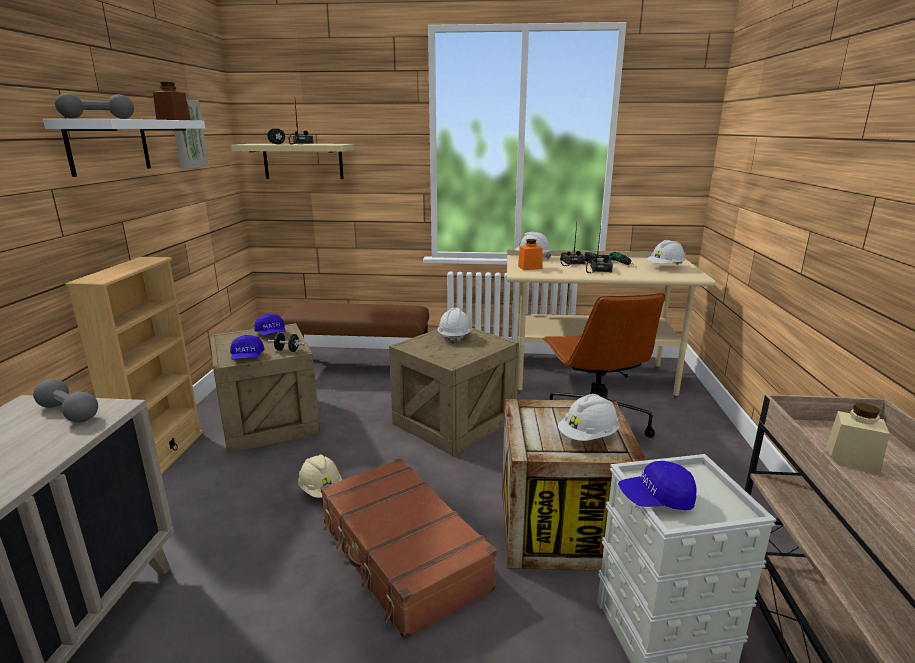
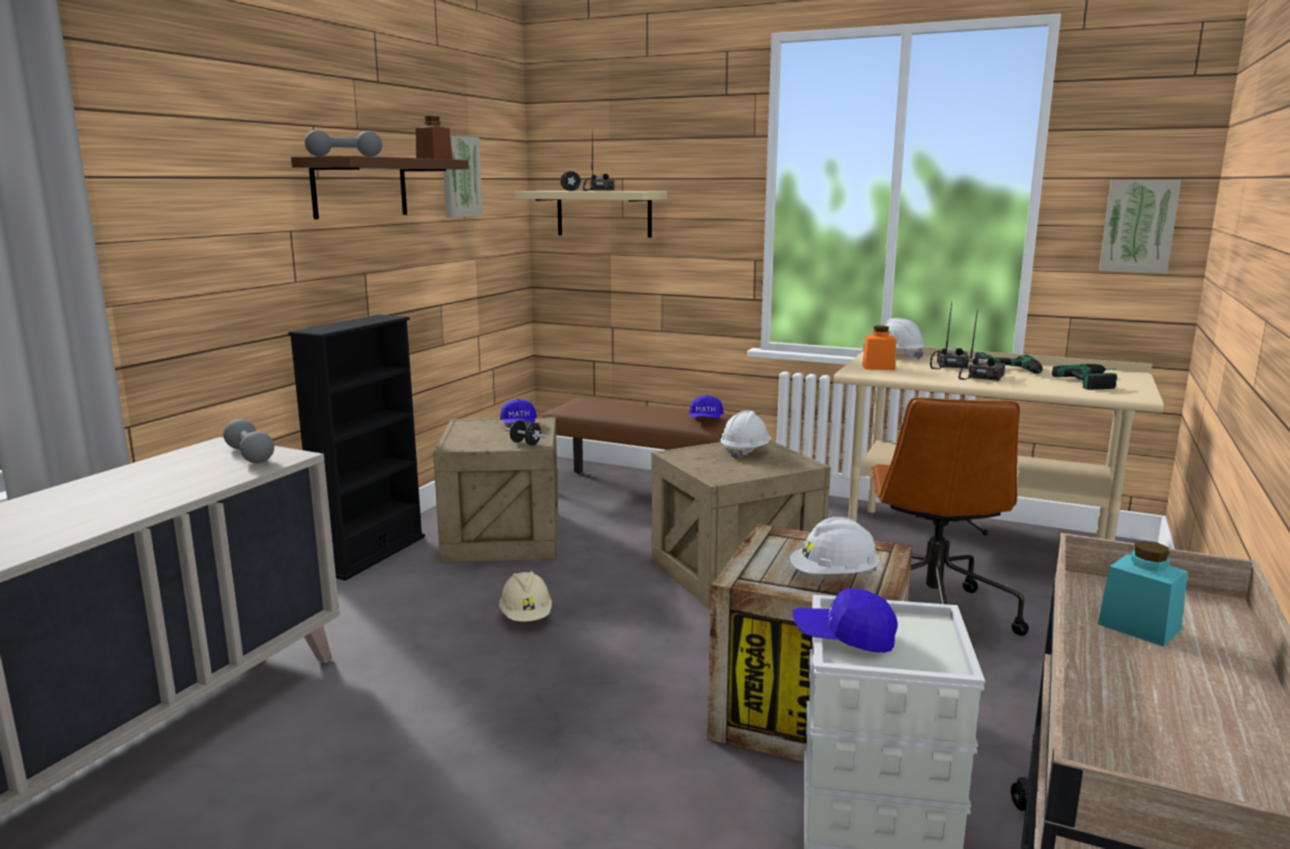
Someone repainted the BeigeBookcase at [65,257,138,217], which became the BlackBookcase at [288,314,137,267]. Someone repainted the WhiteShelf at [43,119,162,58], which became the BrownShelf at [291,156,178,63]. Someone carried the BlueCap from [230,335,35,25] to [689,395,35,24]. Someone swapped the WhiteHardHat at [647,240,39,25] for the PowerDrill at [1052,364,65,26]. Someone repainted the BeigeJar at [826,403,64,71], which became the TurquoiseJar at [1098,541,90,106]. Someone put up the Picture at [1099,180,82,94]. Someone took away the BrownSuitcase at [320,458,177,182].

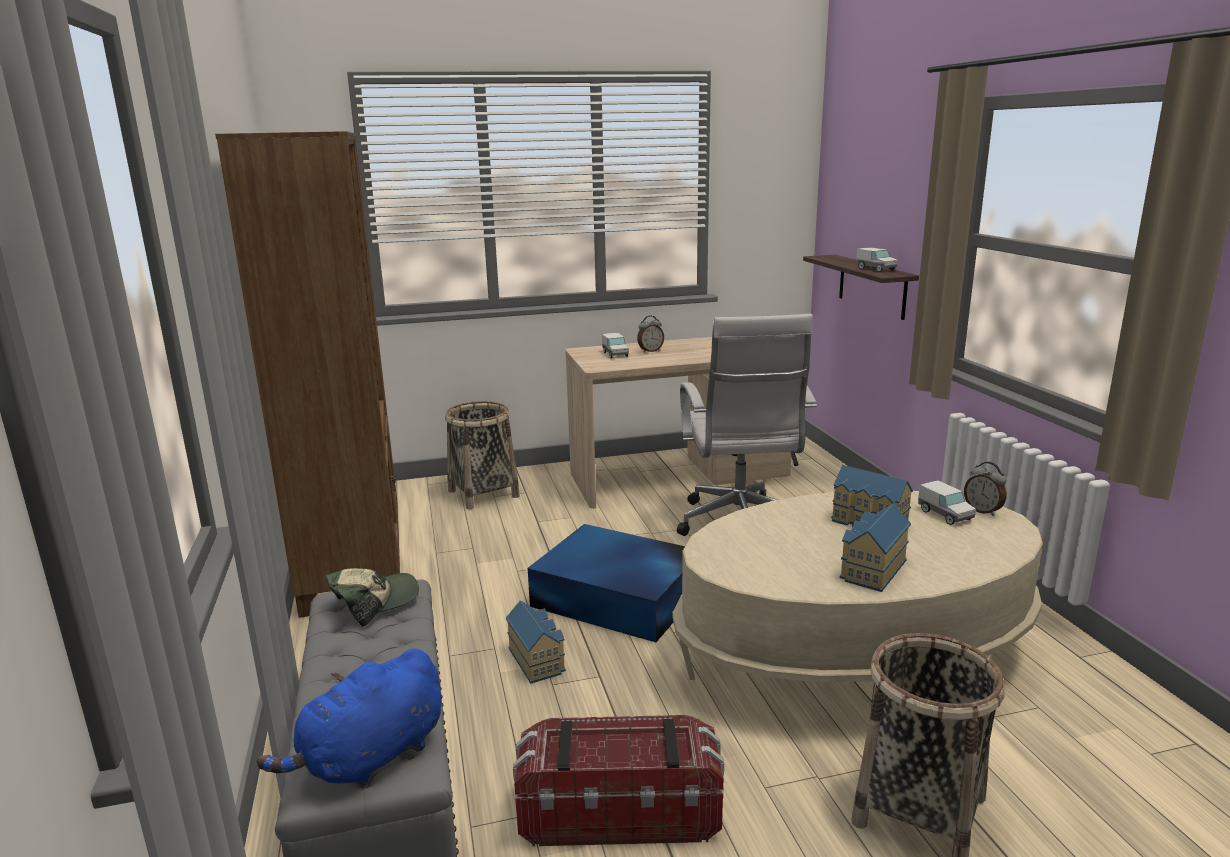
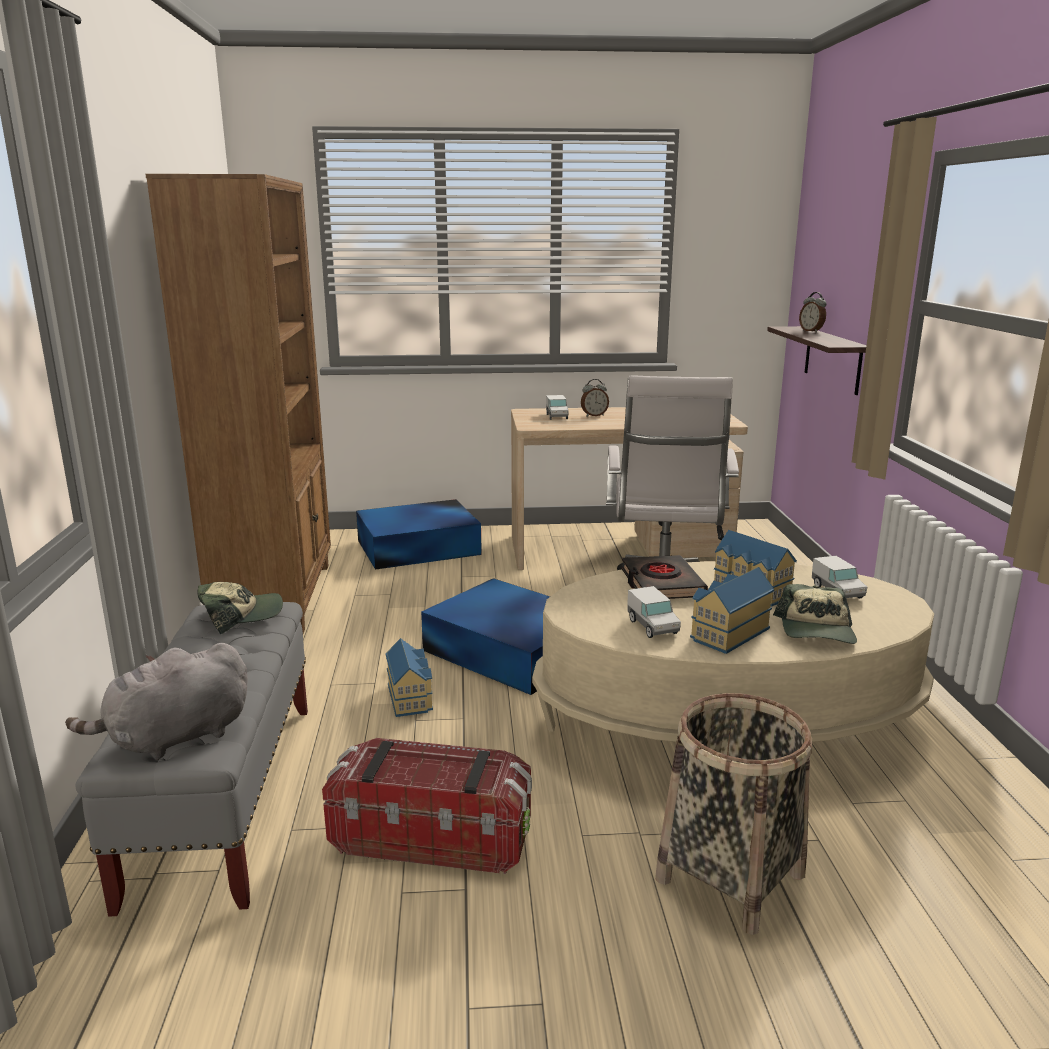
Someone repainted the BluePlushToy at [257,648,185,140], which became the GreyPlushToy at [65,643,183,117]. Someone swapped the Basket at [445,401,75,108] for the BlueStorageBox at [356,499,126,71]. Someone put down the BlackBook at [622,555,86,44]. Someone carried the ToyTruck from [856,247,42,25] to [627,586,54,52]. Someone put down the Cap at [773,584,84,60]. Someone carried the AlarmClock from [964,462,43,54] to [799,292,28,41].

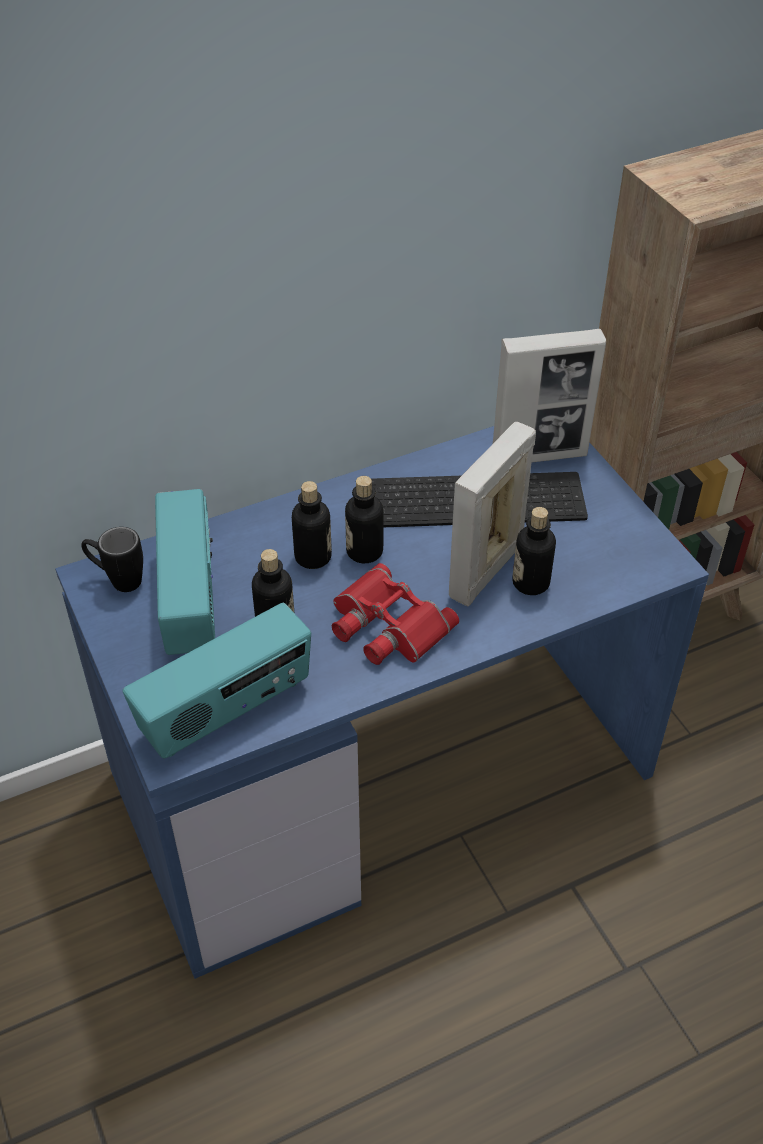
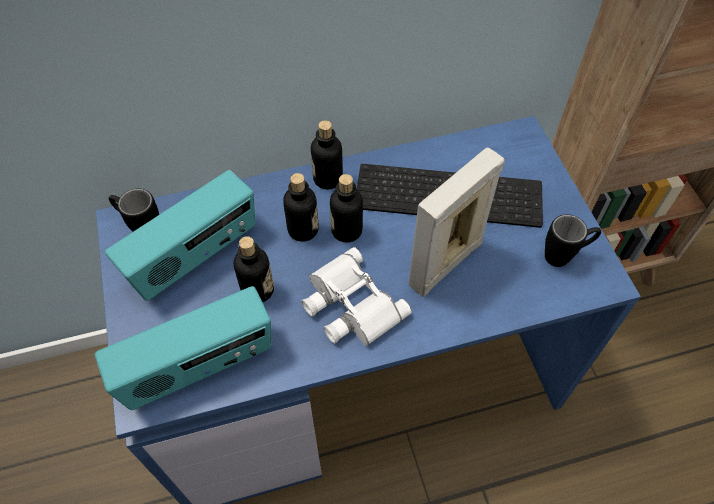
Someone rotated the Radio at [155,489,60,166] by 45 degrees clockwise. Someone repainted the RedBinoculars at [332,563,127,102], which became the WhiteBinoculars at [302,247,110,99]. Someone carried the Bottle from [512,507,44,88] to [311,120,32,69]. Someone put down the BlackMug at [545,214,56,53]. Someone took away the PictureFrame at [493,329,113,133].

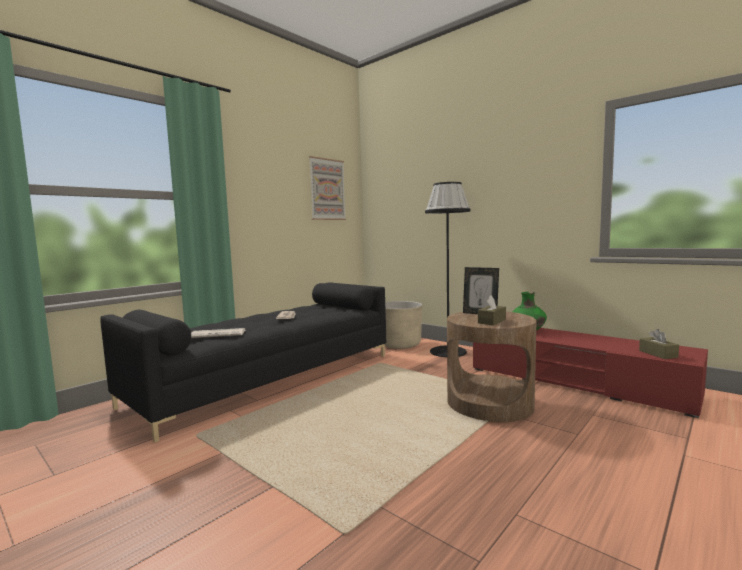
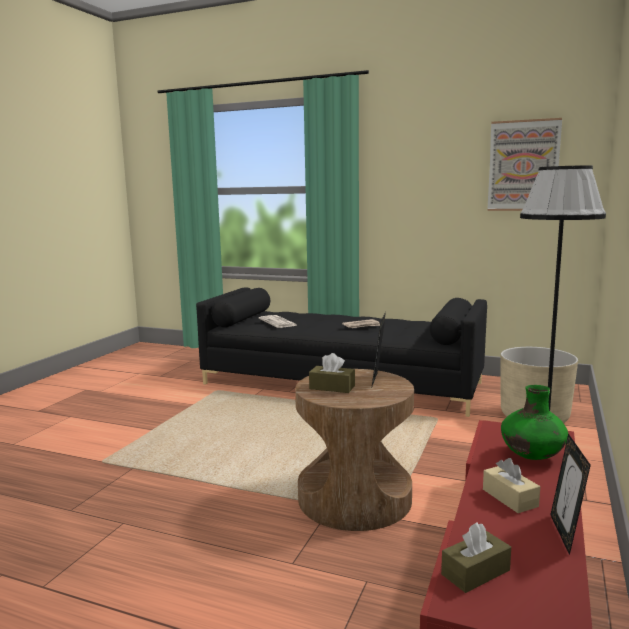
Someone put down the BeigeTissueBox at [483,458,57,55]. Someone put down the PictureFrame at [550,434,41,121].

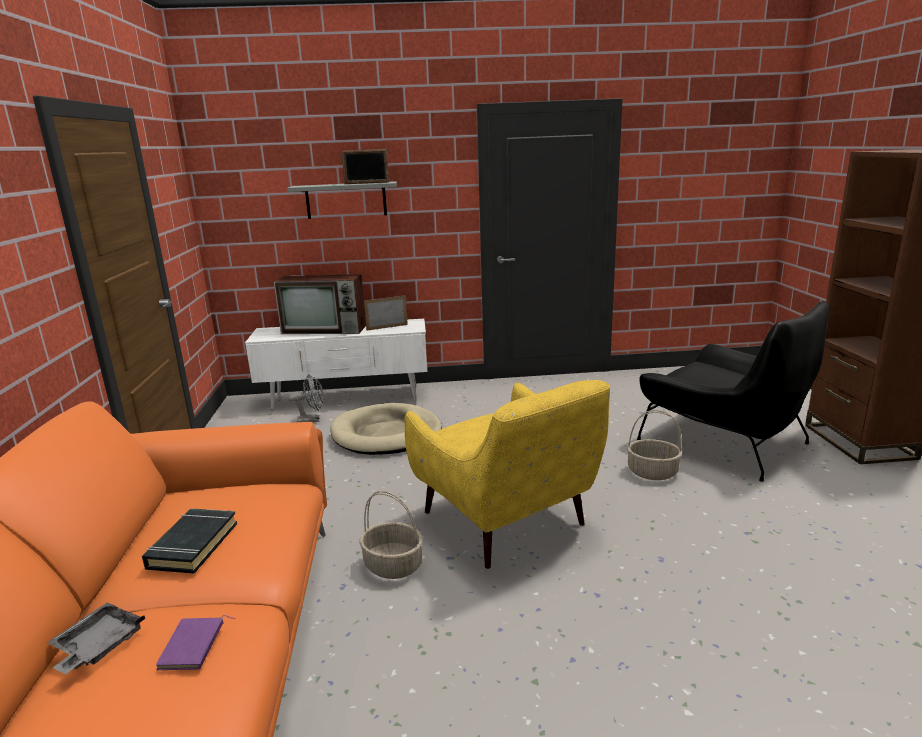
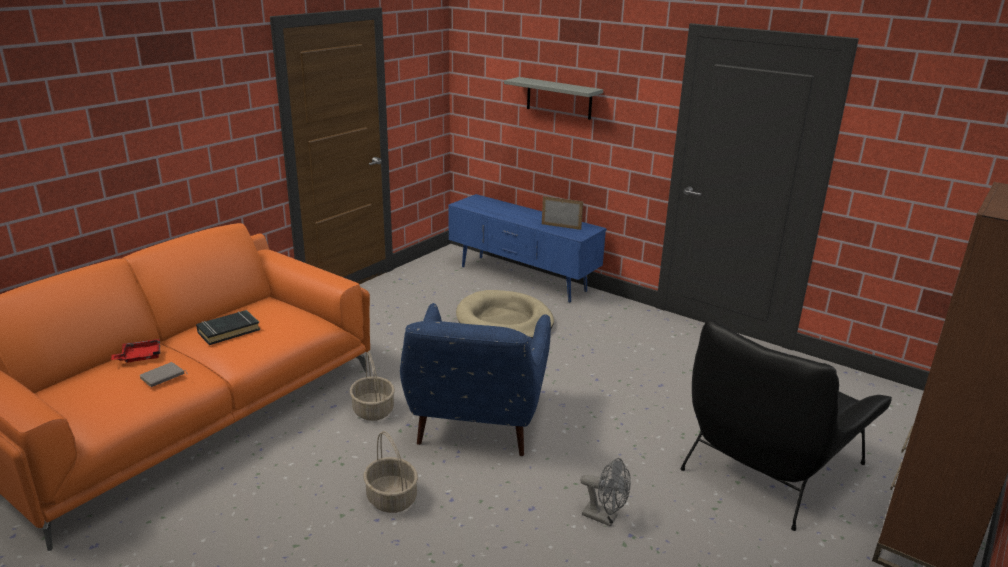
Someone repainted the GreyTray at [47,602,98,72], which became the RedTray at [111,339,49,24]. Someone repainted the PurpleBook at [156,615,79,55], which became the GreyBook at [139,362,48,25]. Someone carried the Basket from [627,410,55,70] to [364,431,54,82]. Someone repainted the YellowArmchair at [405,380,205,189], which became the BlueArmchair at [400,303,151,153]. Someone repainted the WhiteTvStand at [245,319,182,90], which became the BlueTvStand at [448,194,159,108]. Someone carried the GreyFan from [289,374,35,48] to [580,458,51,69]. Someone rotated the BlackArmchair at [637,301,192,181] by 45 degrees clockwise. Someone took away the Television at [274,274,92,60]. Someone took away the PictureFrame at [341,149,48,35].

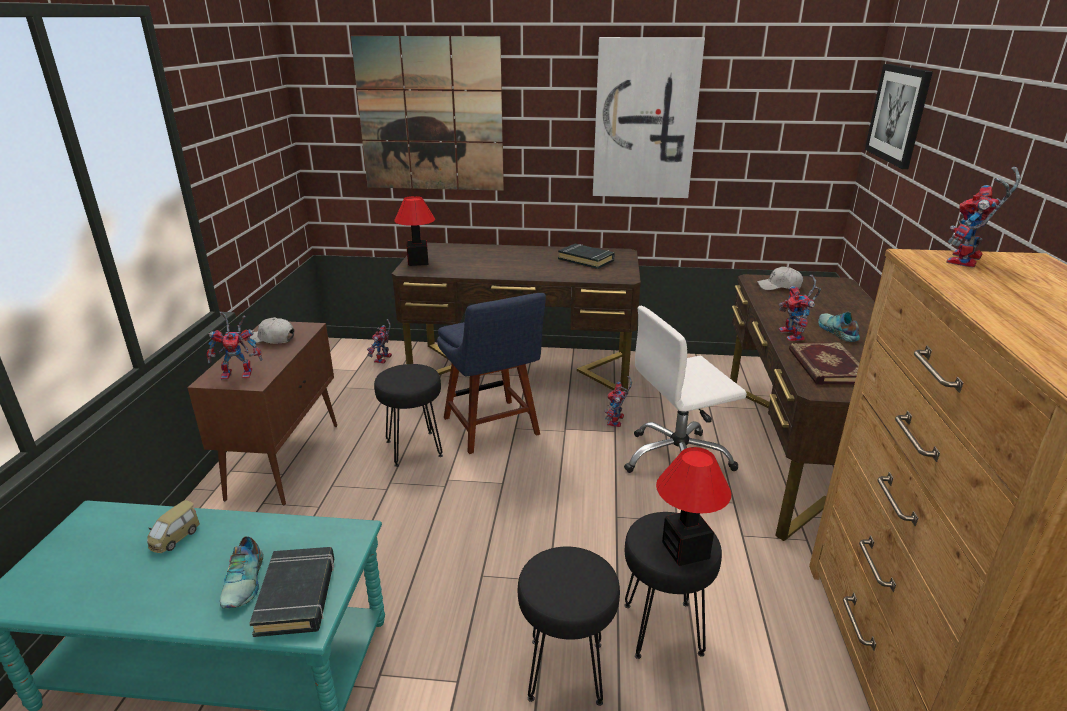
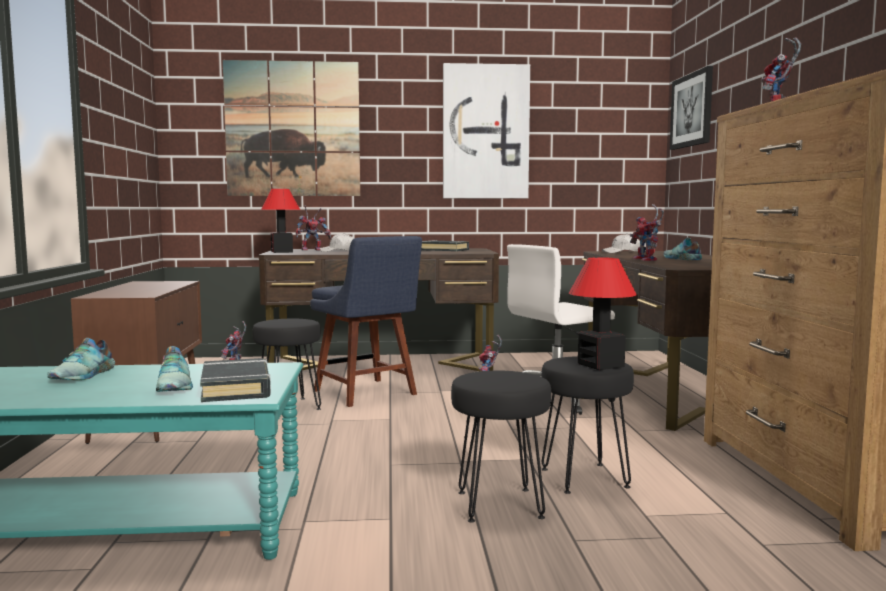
Someone swapped the ToyCar at [147,500,53,53] for the Shoe at [47,338,68,42]. Someone carried the ToyRobot from [207,311,55,69] to [296,205,35,46]. Someone carried the WhiteCap from [247,317,47,27] to [320,233,34,19]. Someone took away the Book at [789,342,71,43].

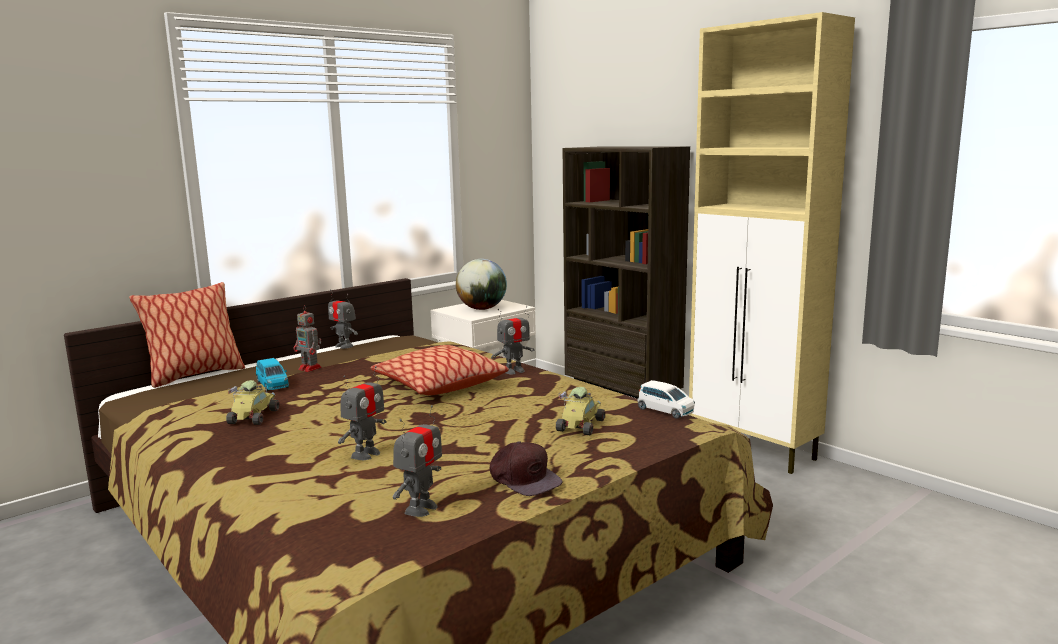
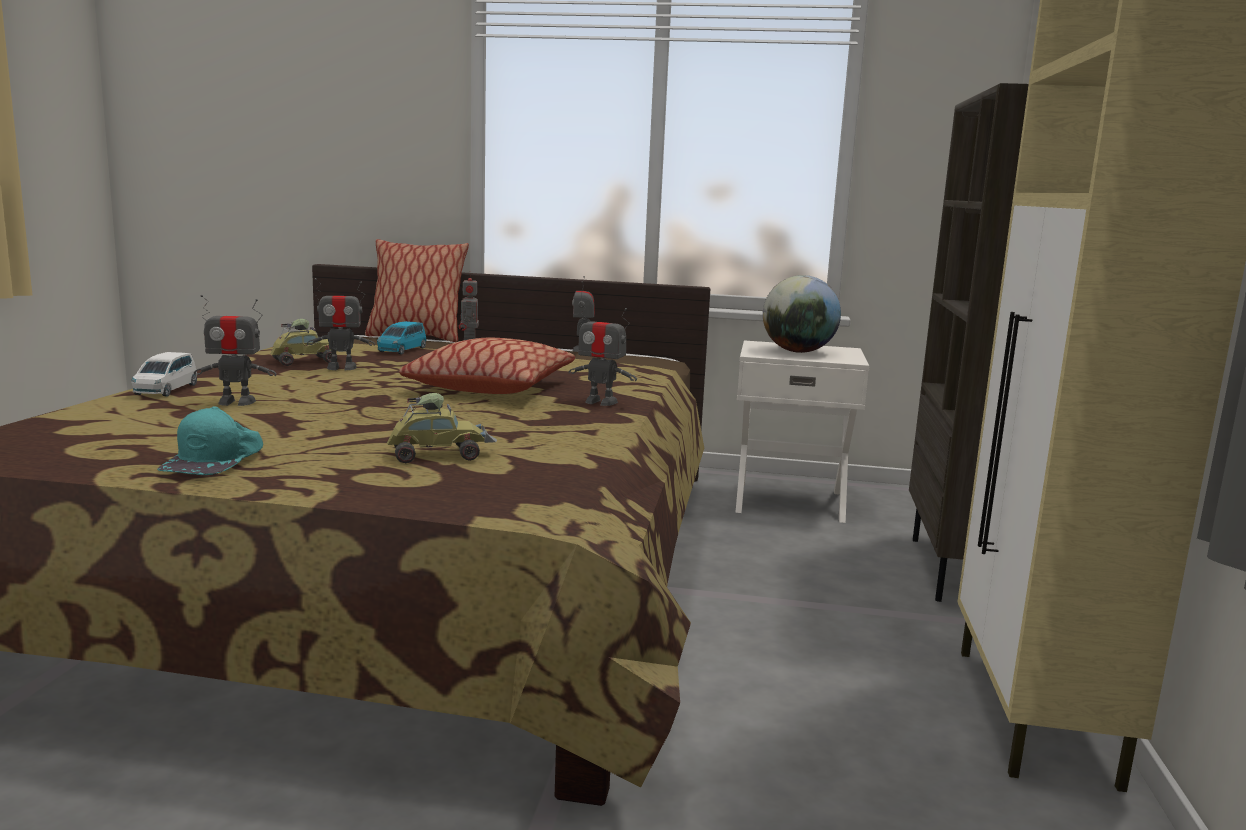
Someone carried the WhiteToyCar from [638,380,57,39] to [131,352,66,45]. Someone repainted the BrownCap at [490,441,73,55], which became the TurquoiseCap at [157,406,106,69]. Someone carried the ToyRobot from [393,405,49,112] to [307,278,68,92].

